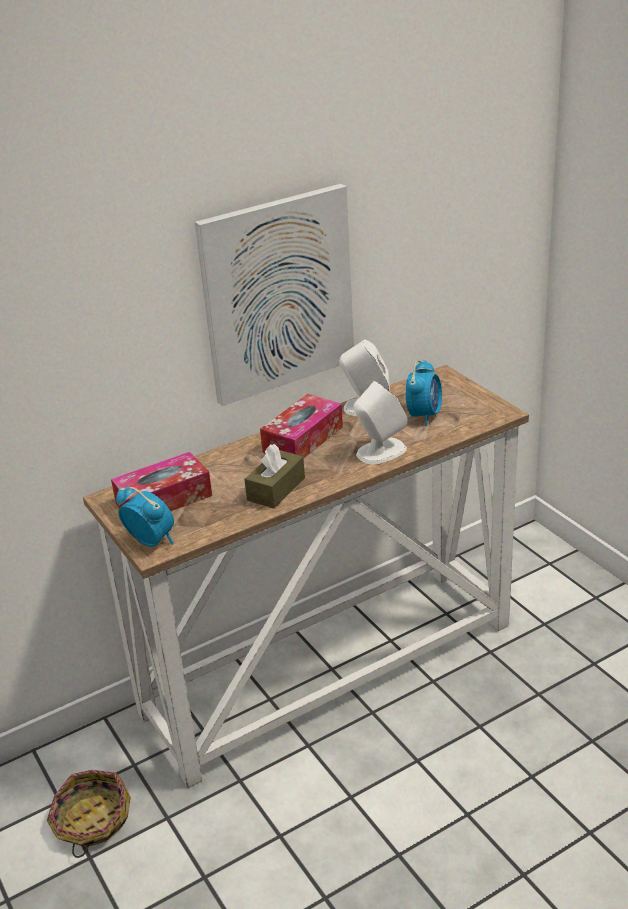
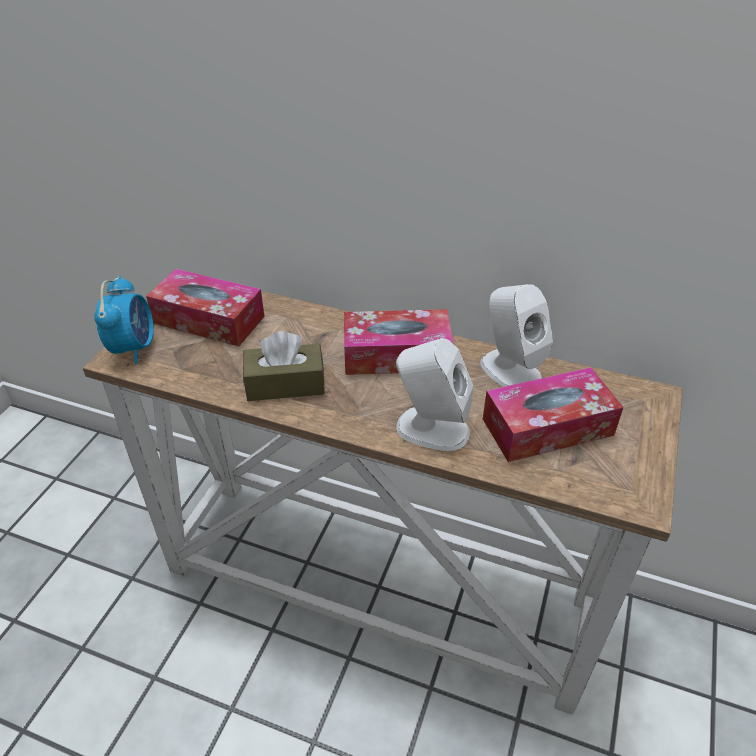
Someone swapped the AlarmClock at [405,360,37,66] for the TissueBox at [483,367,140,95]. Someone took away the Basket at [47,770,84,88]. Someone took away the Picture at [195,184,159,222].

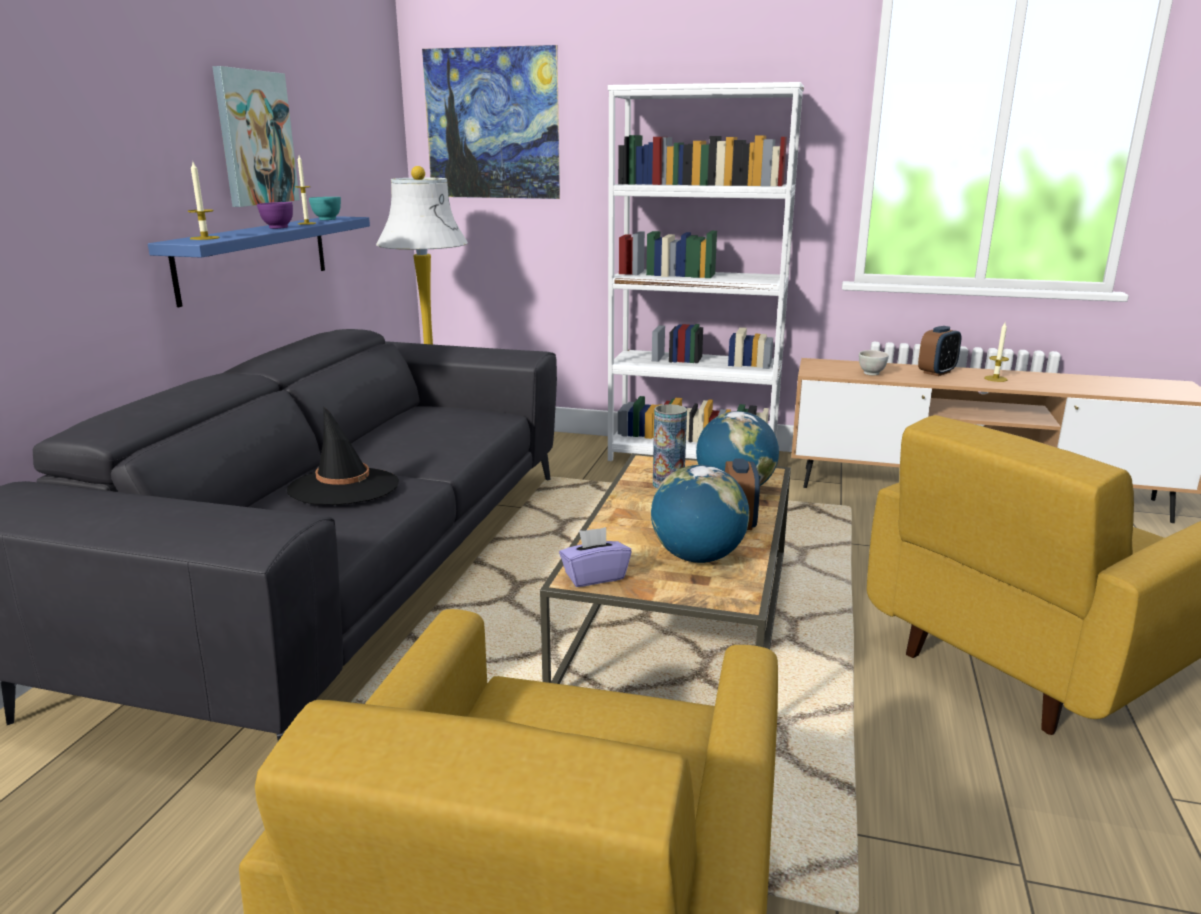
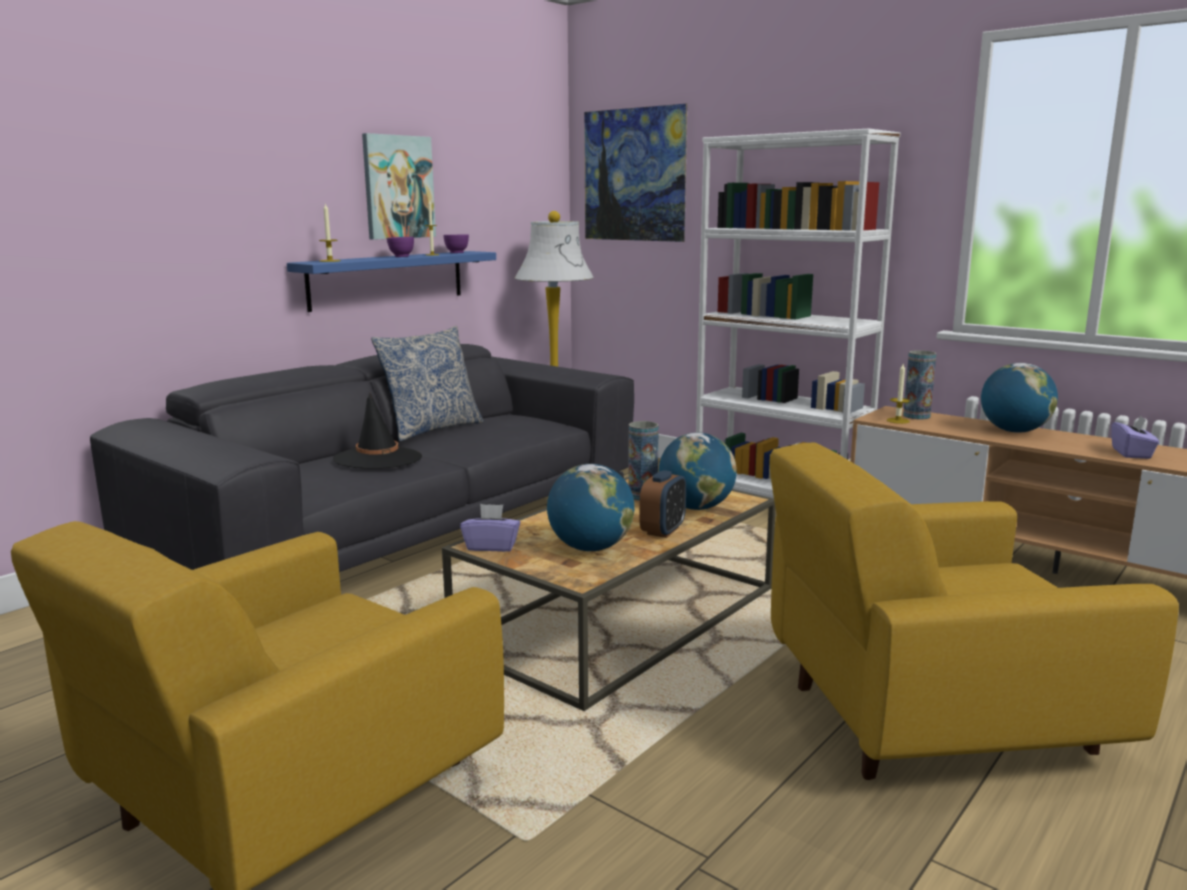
Someone put down the Pillow at [371,326,113,115]. Someone repainted the TurquoiseBowl at [309,197,32,23], which became the PurpleBowl at [443,235,26,18]. Someone carried the Candle from [984,323,25,59] to [887,364,23,60]. Someone put down the Vase at [903,350,33,69]. Someone swapped the AlarmClock at [918,326,43,50] for the Globe at [981,363,77,70]. Someone put down the PurpleTissueBox at [1111,416,48,43]. Someone took away the WhiteBowl at [859,350,30,25].

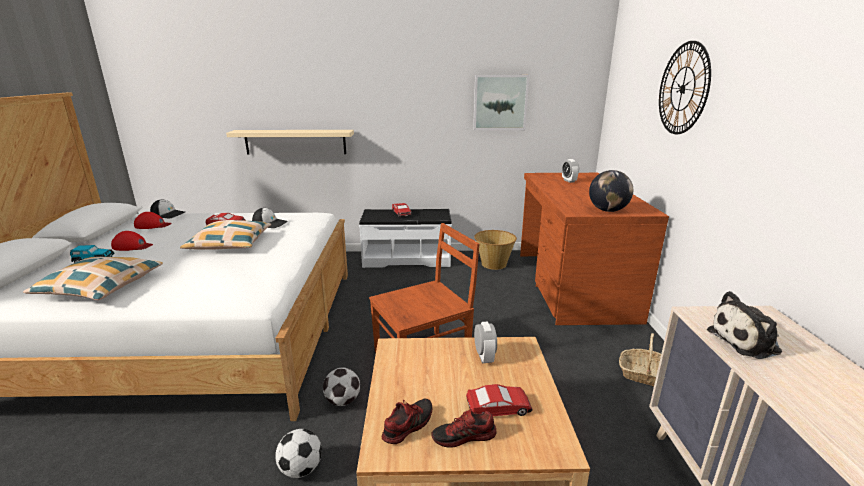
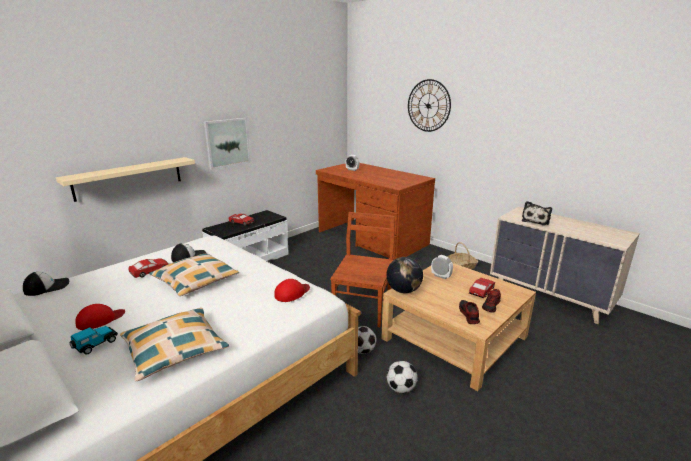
Someone carried the Picture from [473,75,56,55] to [204,118,47,52]. Someone carried the RedCap from [134,212,38,17] to [274,279,36,23]. Someone carried the Globe from [589,170,44,42] to [387,257,36,36]. Someone took away the Basket at [474,230,43,40].

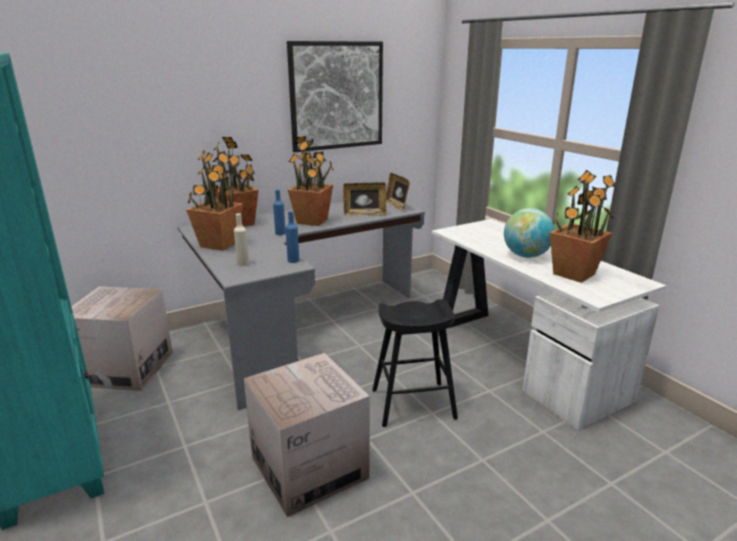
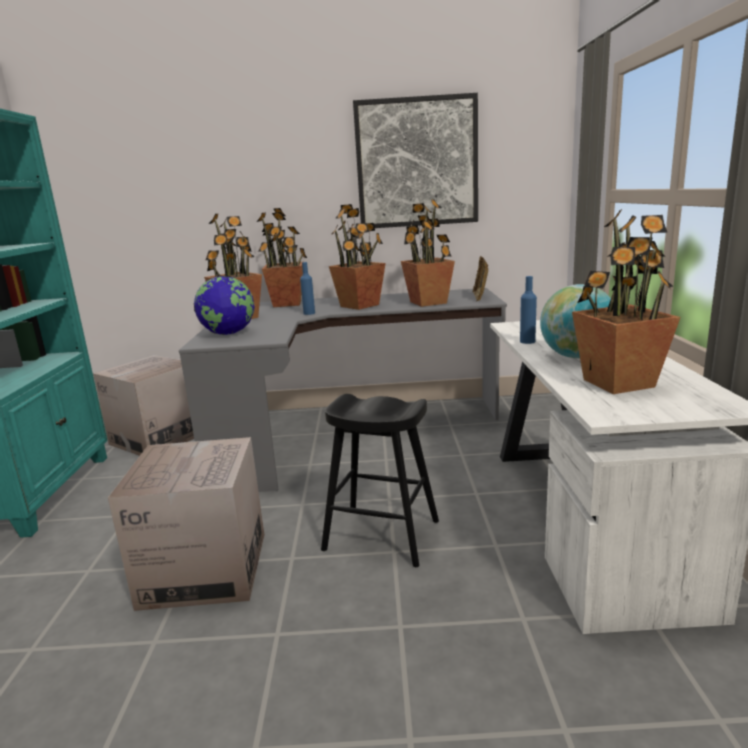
Someone swapped the BeigeBottle at [234,213,15,53] for the Globe at [194,276,61,59]. Someone swapped the PictureFrame at [343,182,44,34] for the PottedPlant at [401,199,54,108]. Someone carried the BlueBottle from [286,211,13,52] to [520,276,17,68].

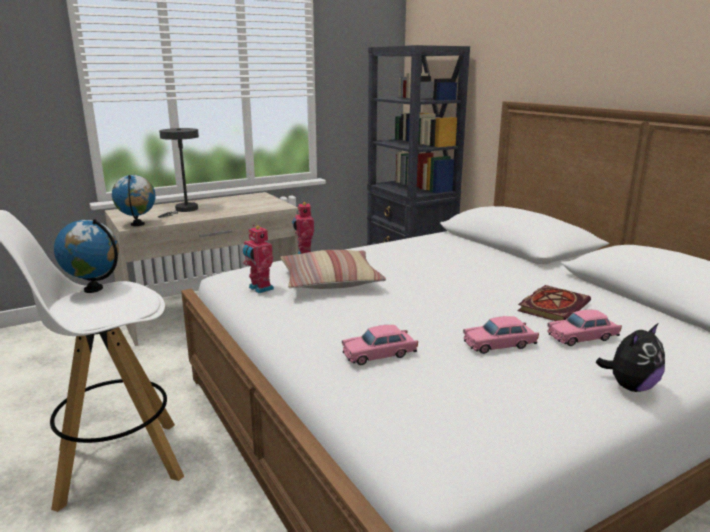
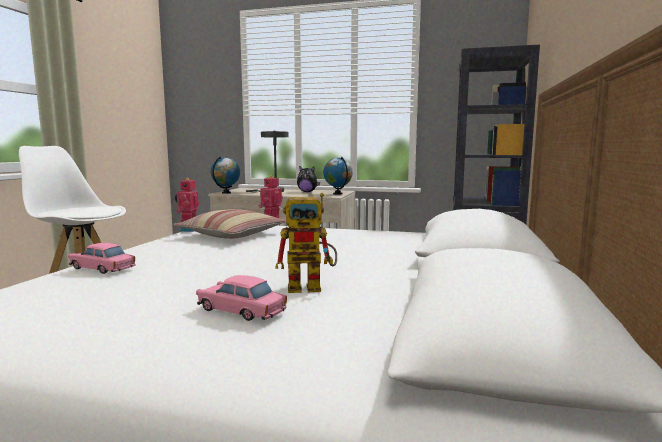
Someone swapped the Book at [517,285,74,36] for the ToyRobot at [275,193,62,100]. Someone carried the PlushToy from [596,323,69,69] to [297,166,23,26]. Someone carried the Globe from [54,219,65,74] to [323,157,30,38]. Someone took away the PinkToyCar at [463,316,76,38].

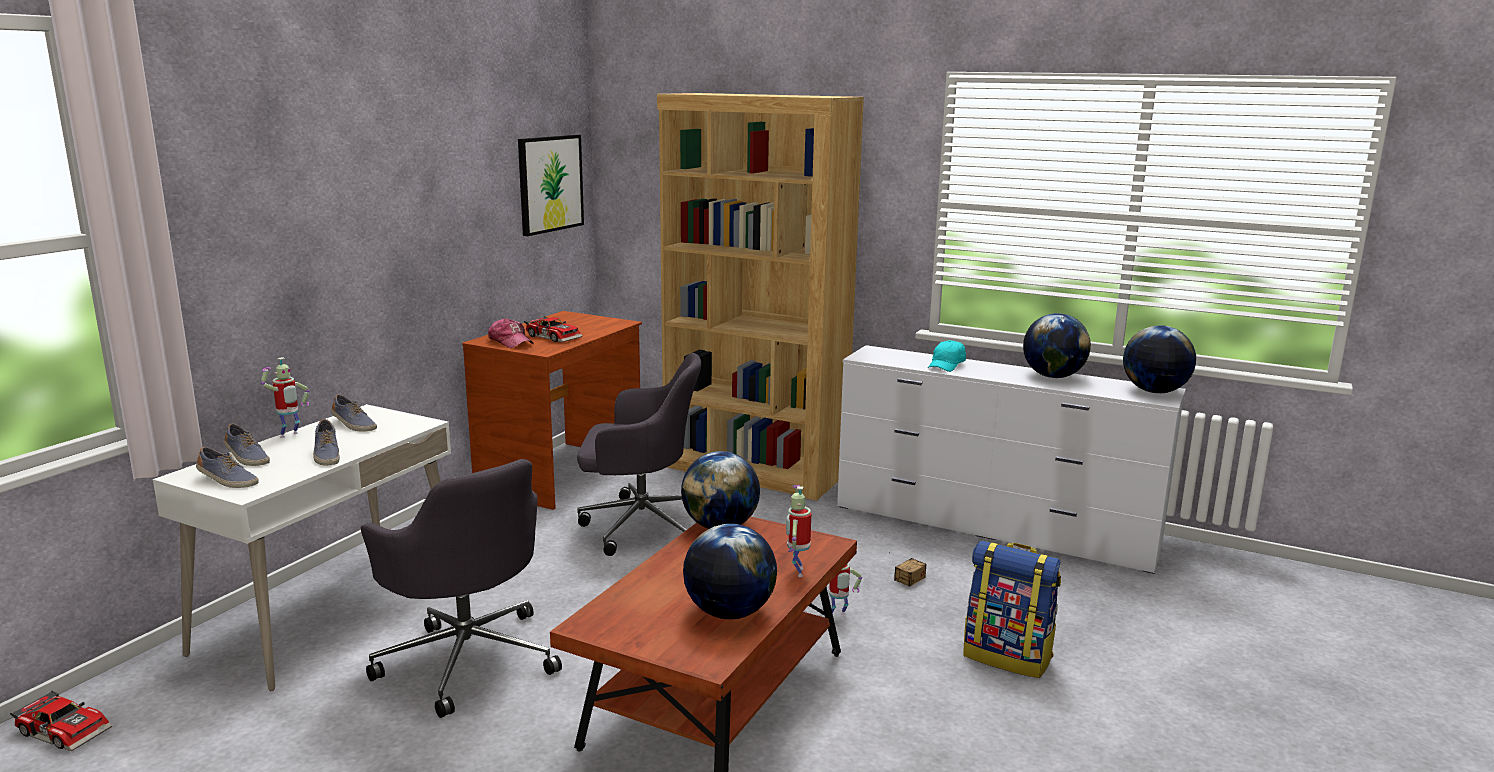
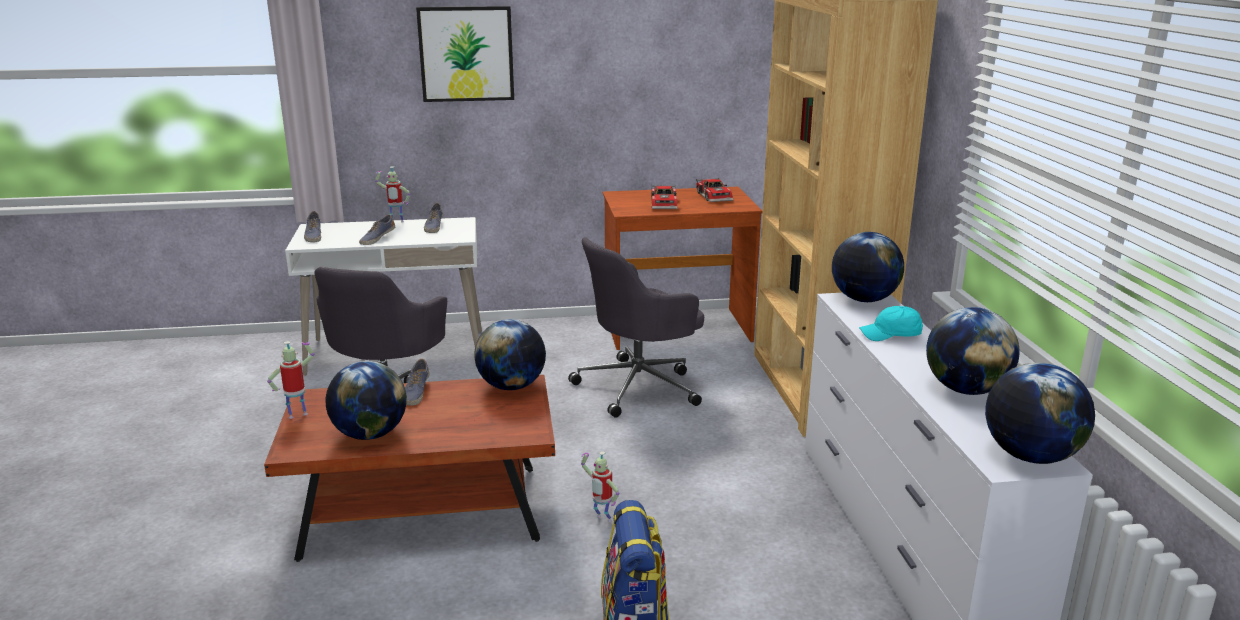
Someone carried the ToyRobot from [786,485,25,92] to [267,341,47,78]. Someone carried the Shoe from [224,423,46,43] to [405,359,25,47]. Someone carried the Picture from [518,135,66,101] to [416,6,98,96]. Someone rotated the GreyOfficeChair at [577,353,124,203] by 90 degrees clockwise. Someone carried the ToyCar from [10,691,102,60] to [696,178,37,24]. Someone put down the Globe at [832,232,72,70]. Someone took away the Cap at [488,318,46,30]. Someone took away the StorageBox at [889,552,37,35].

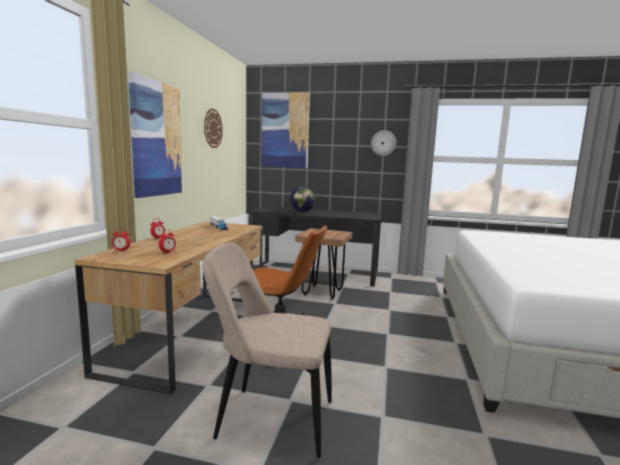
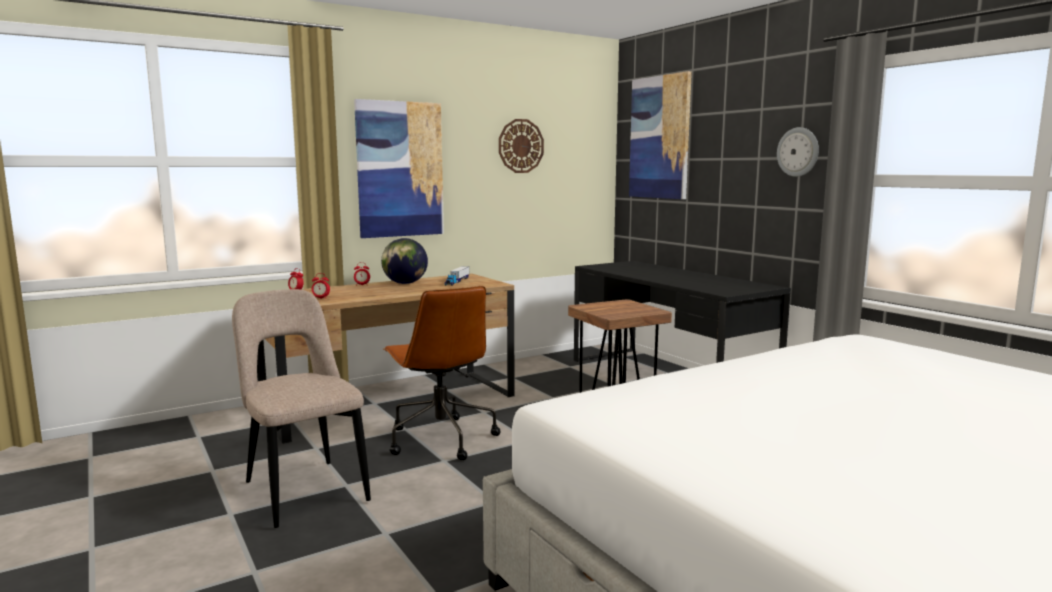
Someone carried the Globe from [290,187,25,25] to [381,238,47,46].

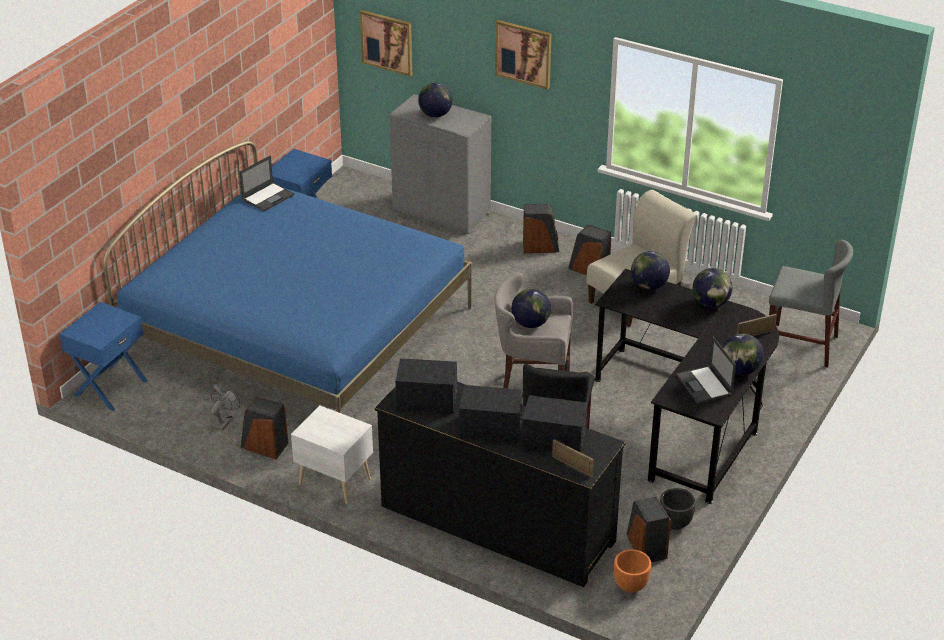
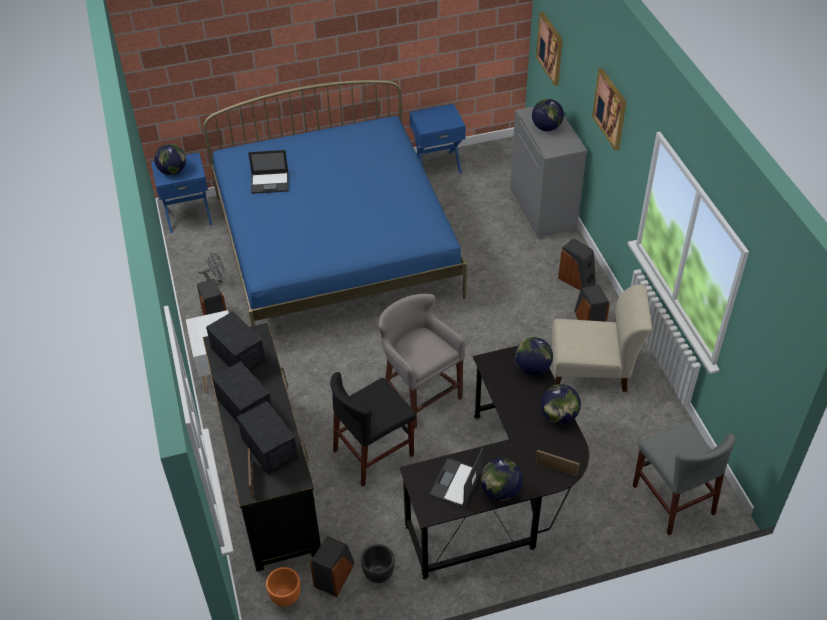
Someone carried the Globe from [512,289,39,39] to [154,144,32,31]. Someone carried the Laptop from [239,155,55,57] to [248,150,40,44].

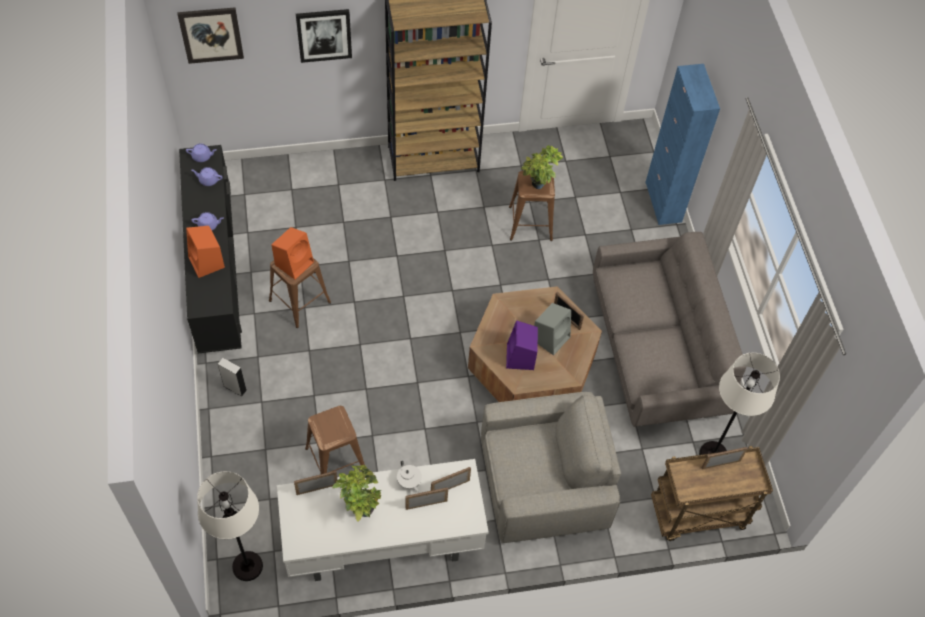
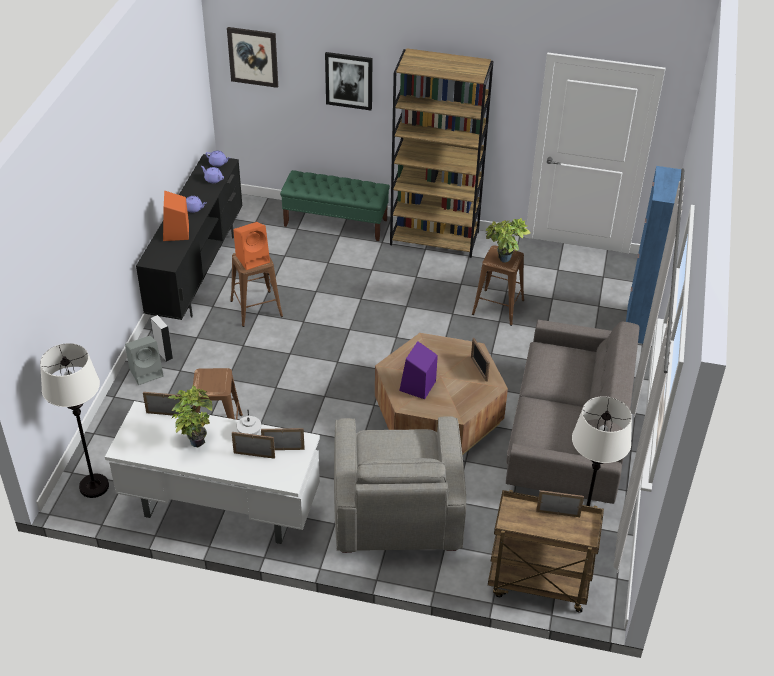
Someone carried the GreySpeaker from [534,303,37,53] to [125,336,39,49]. Someone put down the GreenBench at [280,170,110,71]. Someone rotated the GreyArmchair at [481,392,140,151] by 75 degrees clockwise.

